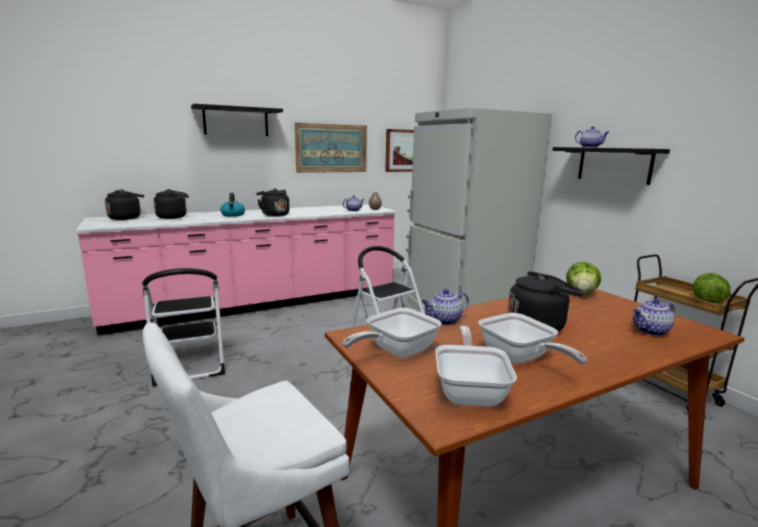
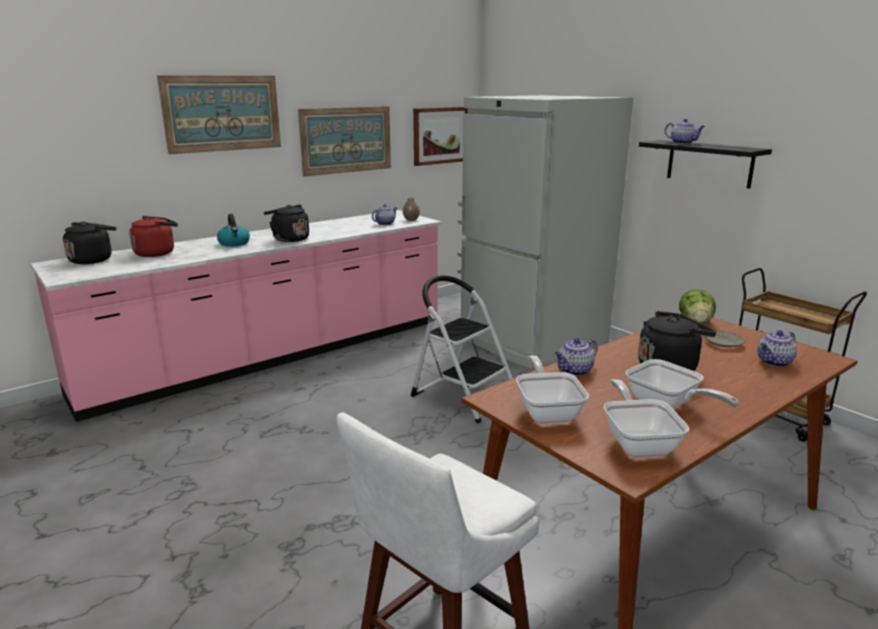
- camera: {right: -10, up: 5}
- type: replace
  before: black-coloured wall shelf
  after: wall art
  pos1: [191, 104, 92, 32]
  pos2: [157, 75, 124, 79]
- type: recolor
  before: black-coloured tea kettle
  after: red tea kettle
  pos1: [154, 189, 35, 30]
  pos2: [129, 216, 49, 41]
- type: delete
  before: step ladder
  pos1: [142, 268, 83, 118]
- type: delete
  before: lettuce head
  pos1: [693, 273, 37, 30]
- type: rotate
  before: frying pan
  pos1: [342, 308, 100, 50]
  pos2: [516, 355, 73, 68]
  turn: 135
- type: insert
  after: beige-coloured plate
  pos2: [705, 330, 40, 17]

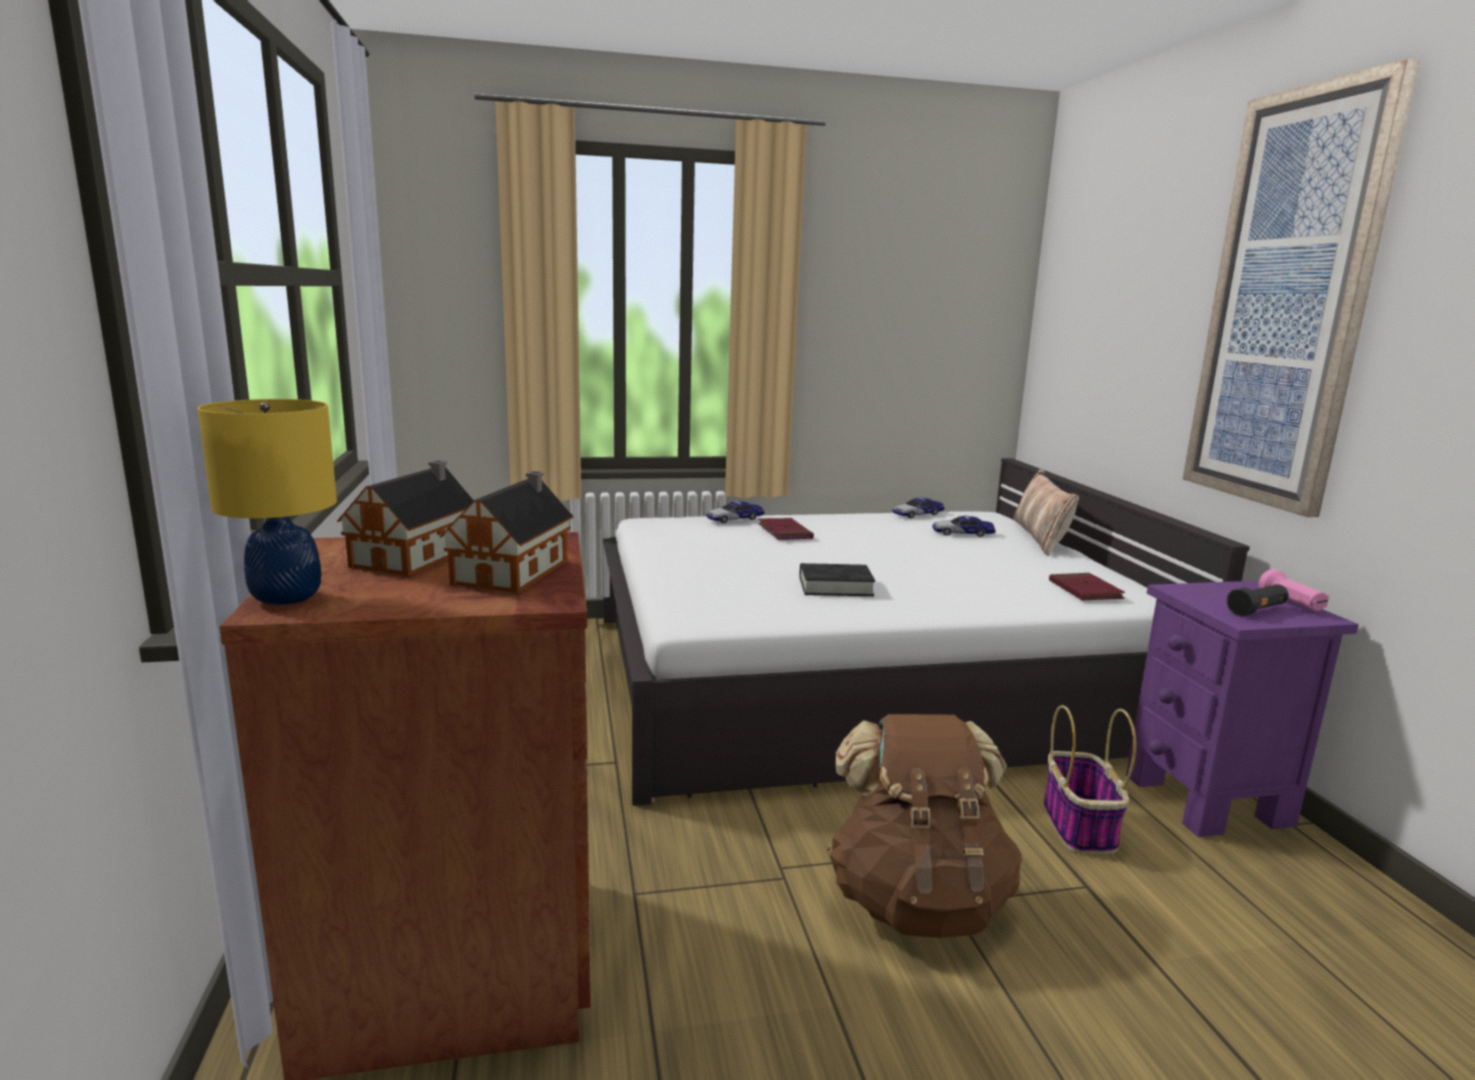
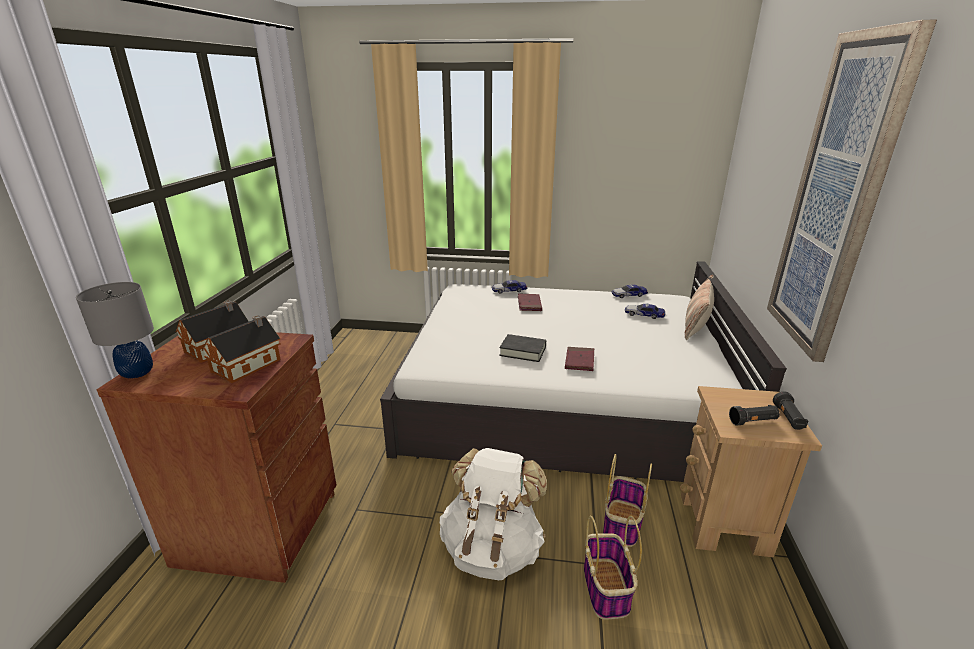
- camera: {right: 20, up: 10}
- type: recolor
  before: yellowish table lamp
  after: greyish table lamp
  pos1: [198, 399, 139, 206]
  pos2: [76, 282, 78, 97]
- type: recolor
  before: pink-coloured flashlight
  after: black-coloured flashlight
  pos1: [1258, 569, 71, 42]
  pos2: [773, 392, 35, 38]
- type: move
  before: red bound book
  pos1: [1049, 573, 76, 28]
  pos2: [565, 347, 29, 24]
- type: recolor
  before: purple-coloured nightstand
  after: beige-coloured nightstand
  pos1: [1126, 581, 233, 256]
  pos2: [680, 386, 142, 171]
- type: recolor
  before: brown knapsack
  after: whitish knapsack
  pos1: [827, 714, 195, 224]
  pos2: [440, 448, 107, 132]
- type: insert
  after: household basket
  pos2: [584, 516, 58, 104]

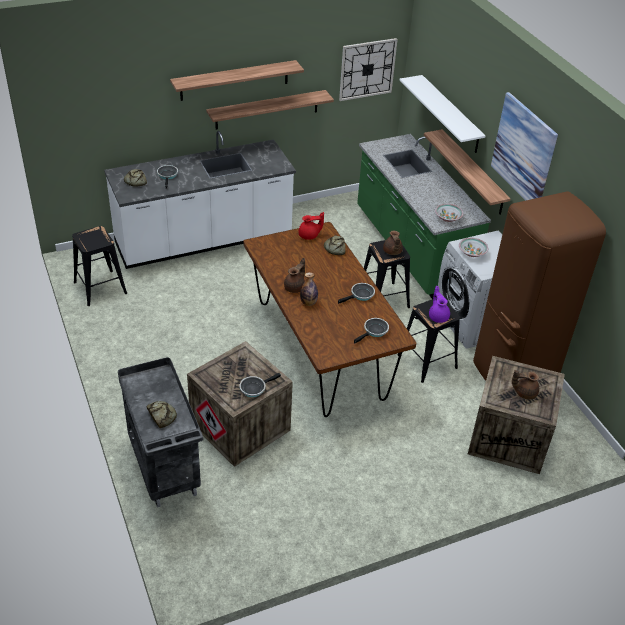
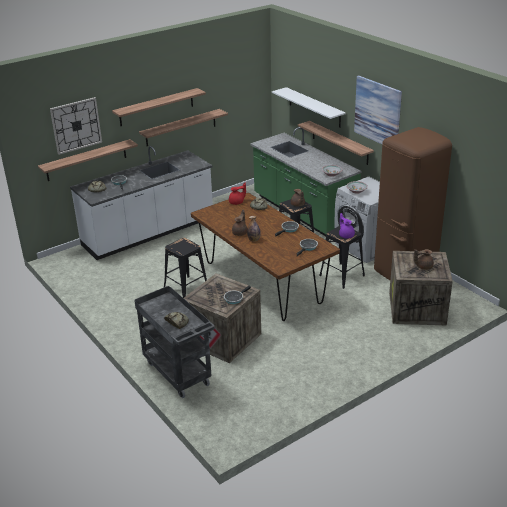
- camera: {right: -10, up: -10}
- type: move
  before: wall clock
  pos1: [339, 38, 59, 63]
  pos2: [50, 97, 52, 58]
- type: move
  before: black-coloured stool
  pos1: [72, 226, 55, 80]
  pos2: [164, 238, 43, 60]
- type: insert
  after: wall shelf
  pos2: [38, 139, 100, 42]

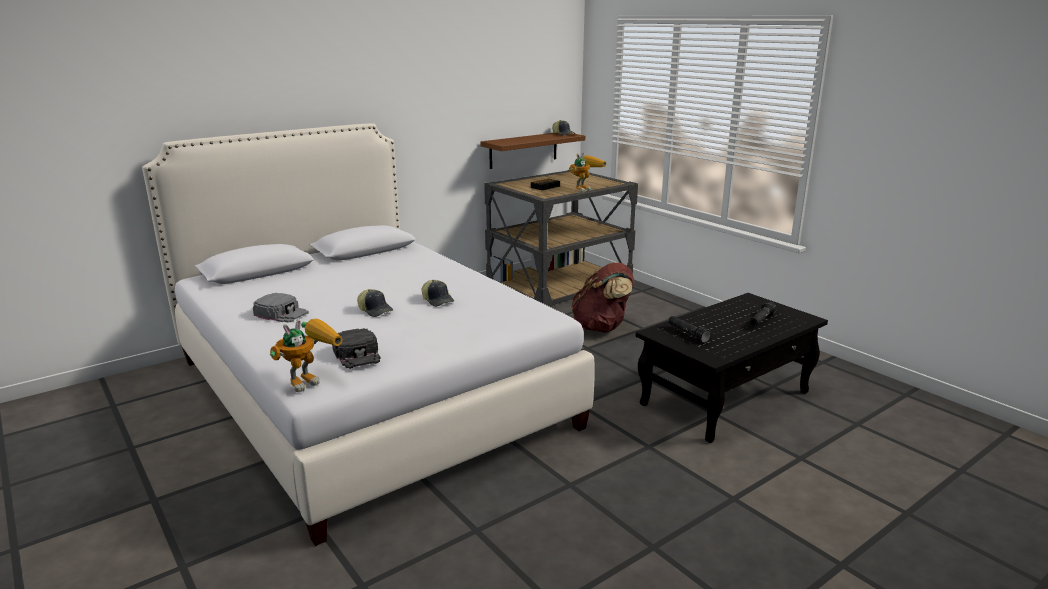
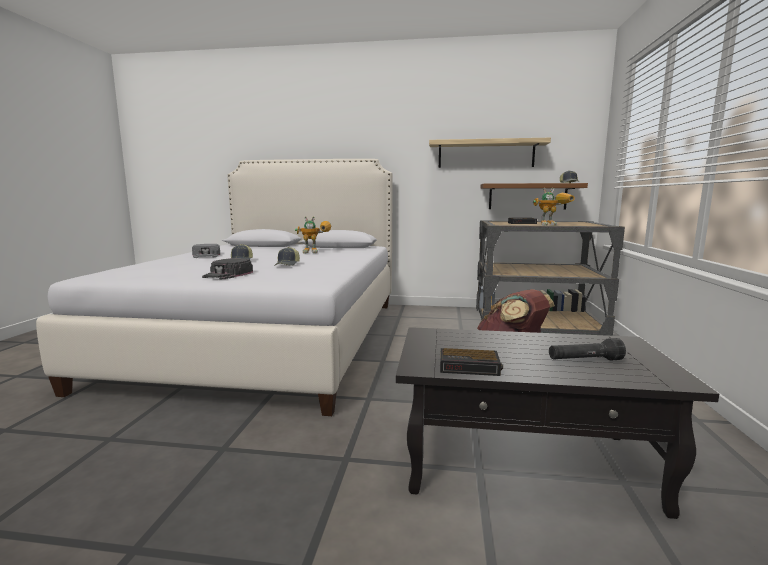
- camera: {right: 45, up: -10}
- type: delete
  before: black-coloured flashlight
  pos1: [668, 316, 43, 27]
- type: move
  before: toy robot
  pos1: [270, 318, 73, 74]
  pos2: [295, 216, 36, 37]
- type: move
  before: black-coloured cap
  pos1: [332, 328, 48, 41]
  pos2: [202, 258, 51, 21]
- type: insert
  after: wall shelf
  pos2: [429, 138, 122, 30]
- type: insert
  after: alarm clock
  pos2: [440, 348, 63, 28]

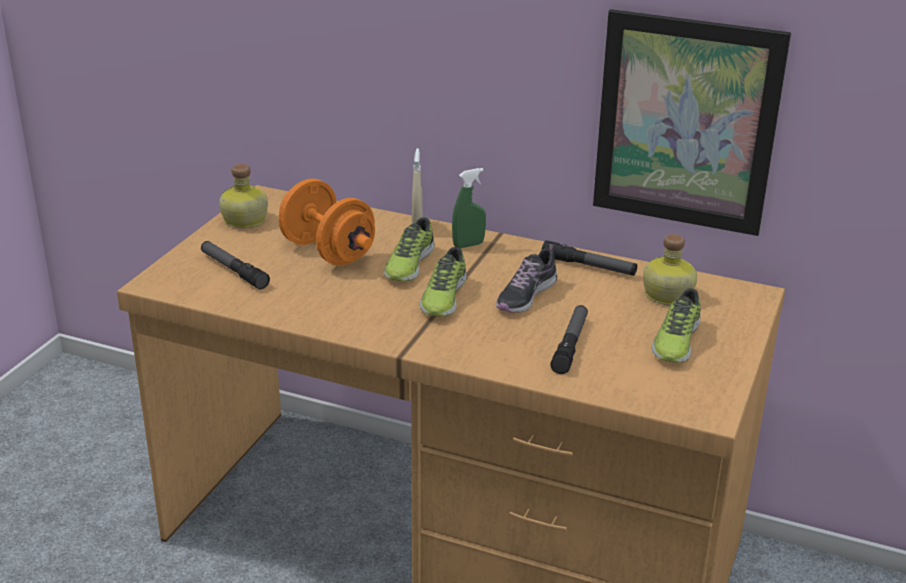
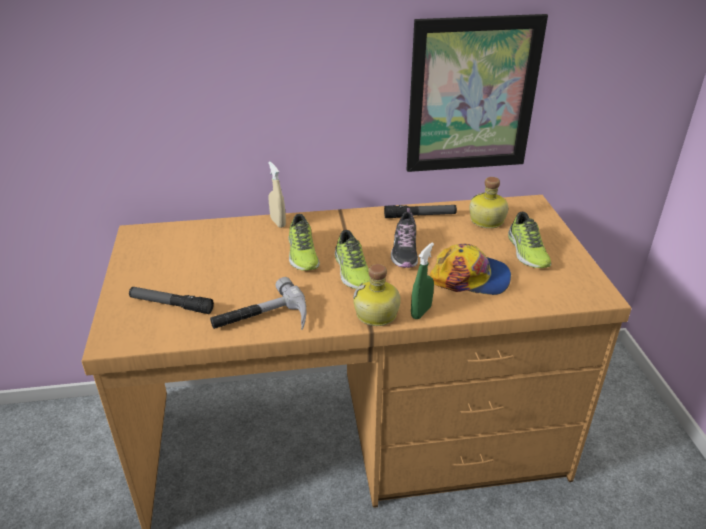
- camera: {right: -30, up: 5}
- type: move
  before: beverage bottle
  pos1: [219, 164, 49, 64]
  pos2: [353, 264, 48, 62]
- type: move
  before: green-coloured hand sprayer
  pos1: [452, 168, 34, 80]
  pos2: [411, 242, 23, 77]
- type: delete
  before: orange-coloured dumbbell
  pos1: [279, 179, 96, 87]
- type: replace
  before: flashlight
  after: cap
  pos1: [550, 305, 38, 69]
  pos2: [430, 244, 81, 51]
- type: insert
  after: hammer
  pos2: [210, 277, 96, 53]

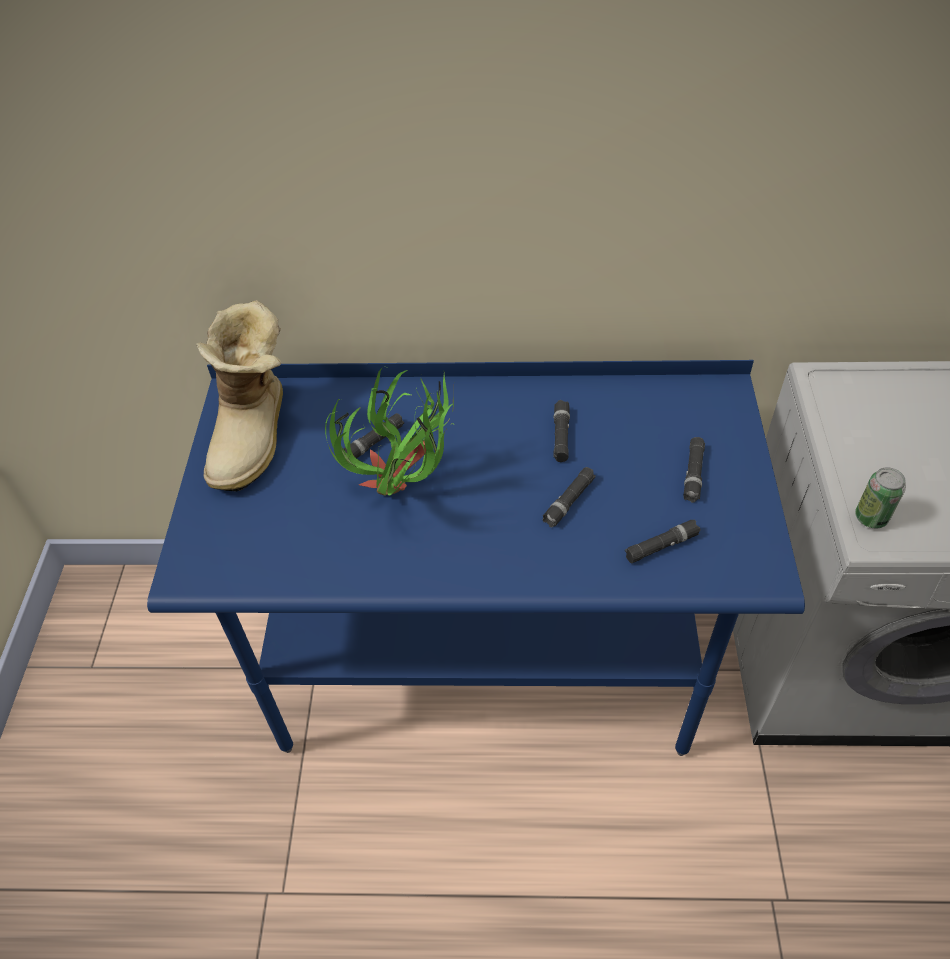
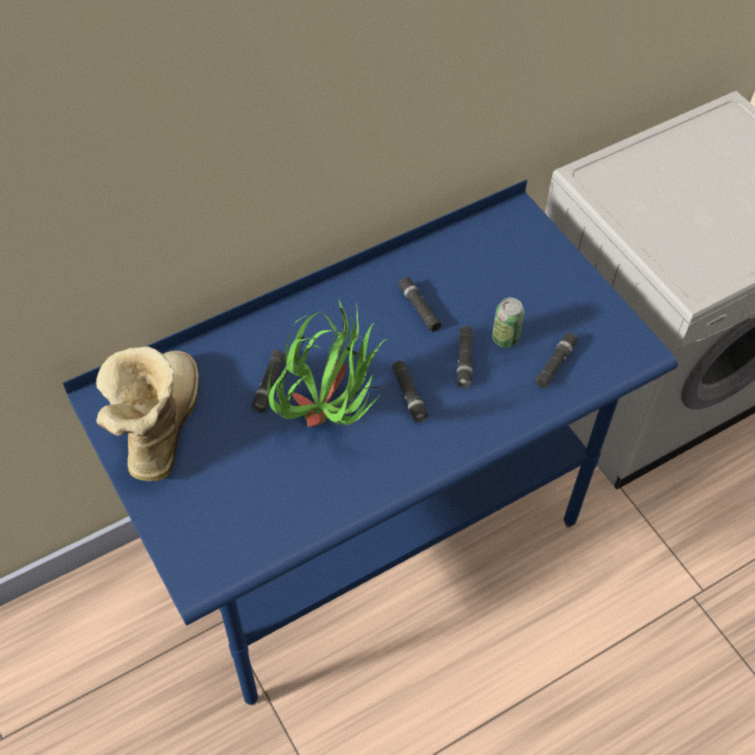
- camera: {right: -35, up: 5}
- type: rotate
  before: boot
  pos1: [196, 300, 87, 192]
  pos2: [96, 346, 103, 135]
  turn: -150
- type: move
  before: black-coloured flashlight
  pos1: [684, 437, 21, 66]
  pos2: [392, 360, 36, 63]
- type: move
  before: sealed can
  pos1: [855, 467, 51, 61]
  pos2: [492, 298, 32, 50]

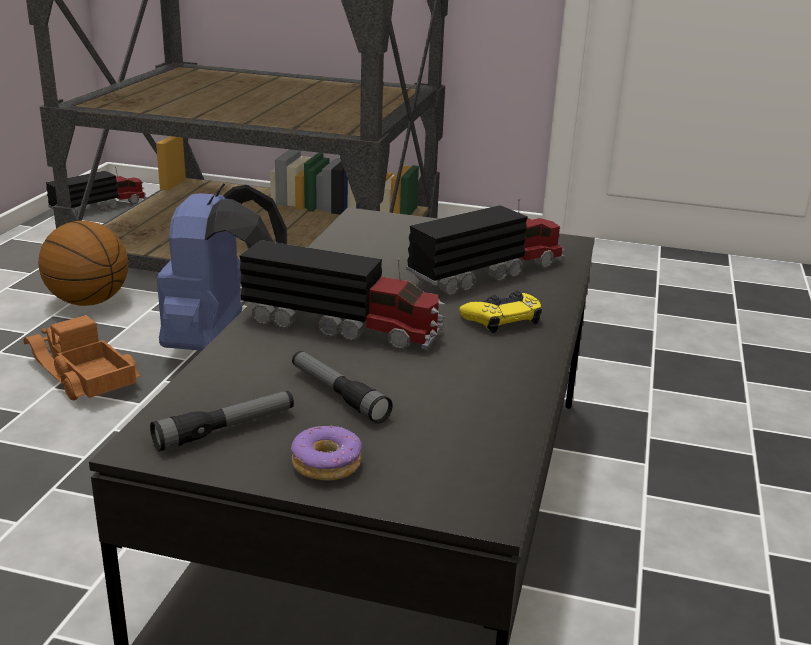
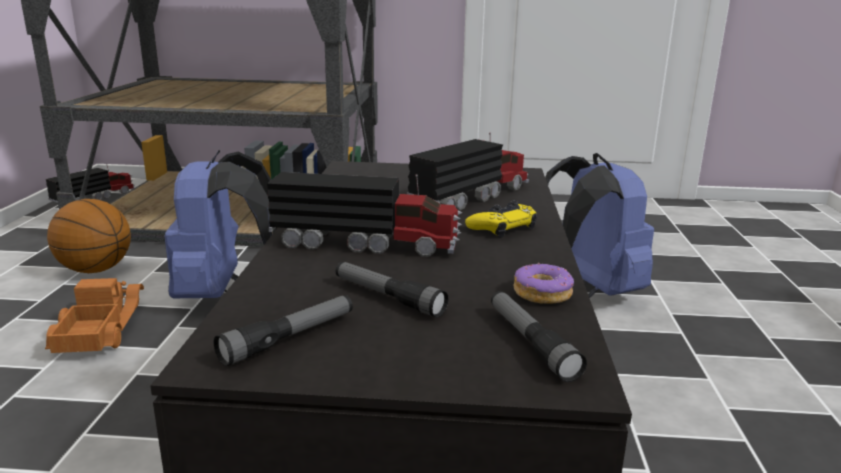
- camera: {right: -10, up: -5}
- type: rotate
  before: toy truck
  pos1: [23, 315, 118, 85]
  pos2: [45, 278, 99, 75]
  turn: 45
- type: move
  before: ring doughnut
  pos1: [291, 425, 71, 55]
  pos2: [513, 263, 61, 41]
- type: insert
  after: bluish knapsack
  pos2: [545, 153, 109, 145]
- type: insert
  after: flashlight
  pos2: [491, 291, 96, 91]

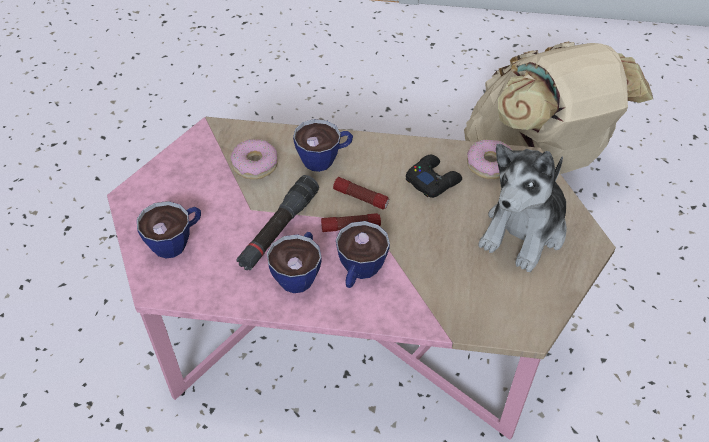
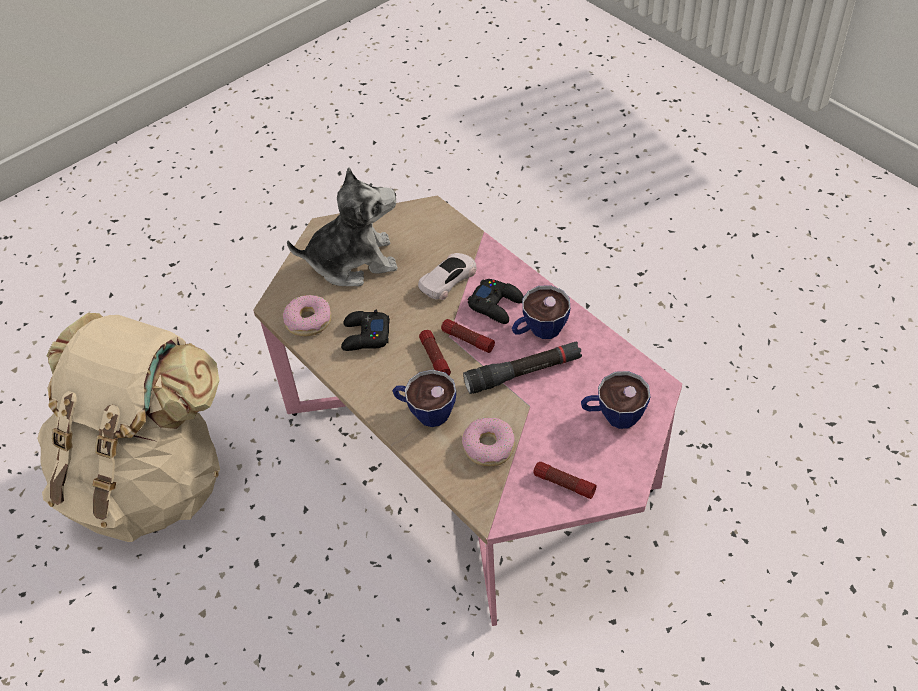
- camera: {right: -135, up: 0}
- type: replace
  before: small cup
  after: black-coloured game controller
  pos1: [336, 221, 54, 67]
  pos2: [468, 279, 56, 45]
- type: insert
  after: whitish model car
  pos2: [418, 253, 58, 47]
- type: insert
  after: flashlight
  pos2: [533, 462, 64, 37]

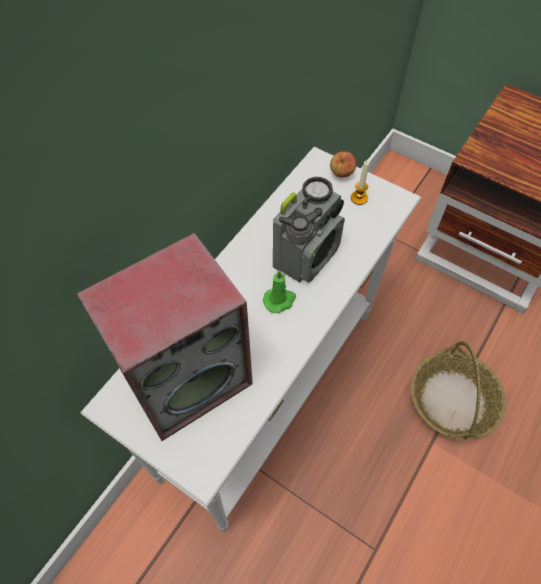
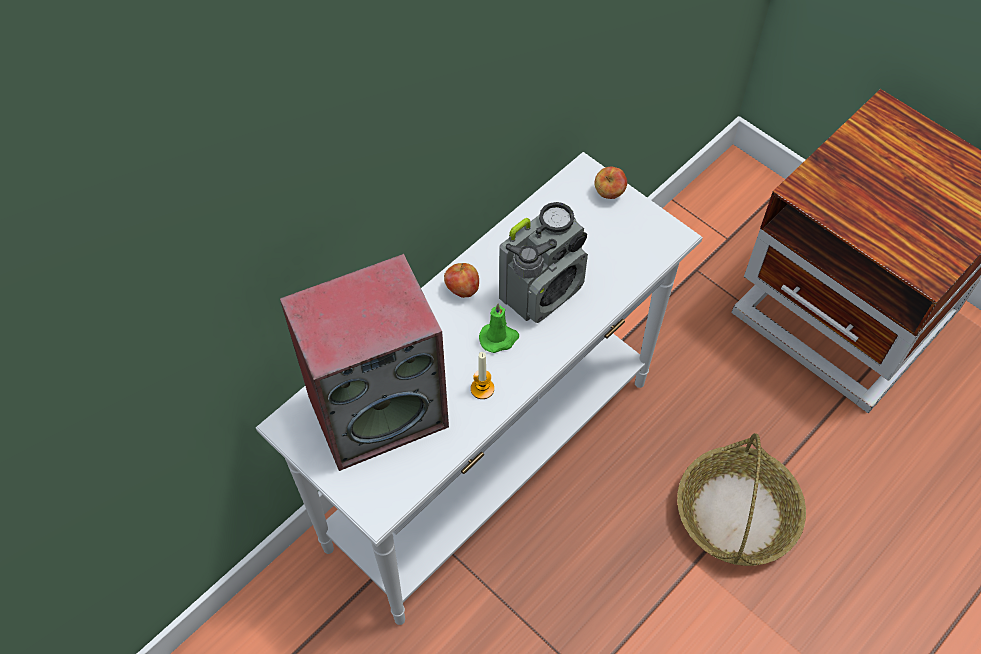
- camera: {right: 10, up: 0}
- type: move
  before: wax candle
  pos1: [351, 161, 18, 44]
  pos2: [471, 352, 23, 47]
- type: insert
  after: apple
  pos2: [444, 263, 35, 35]

